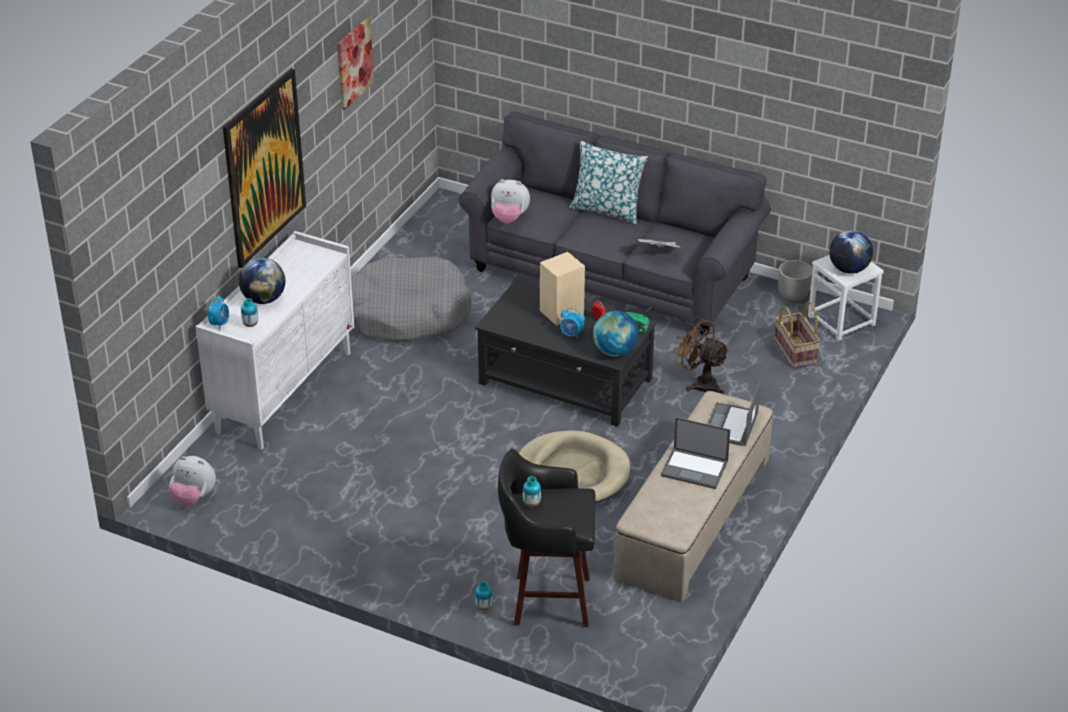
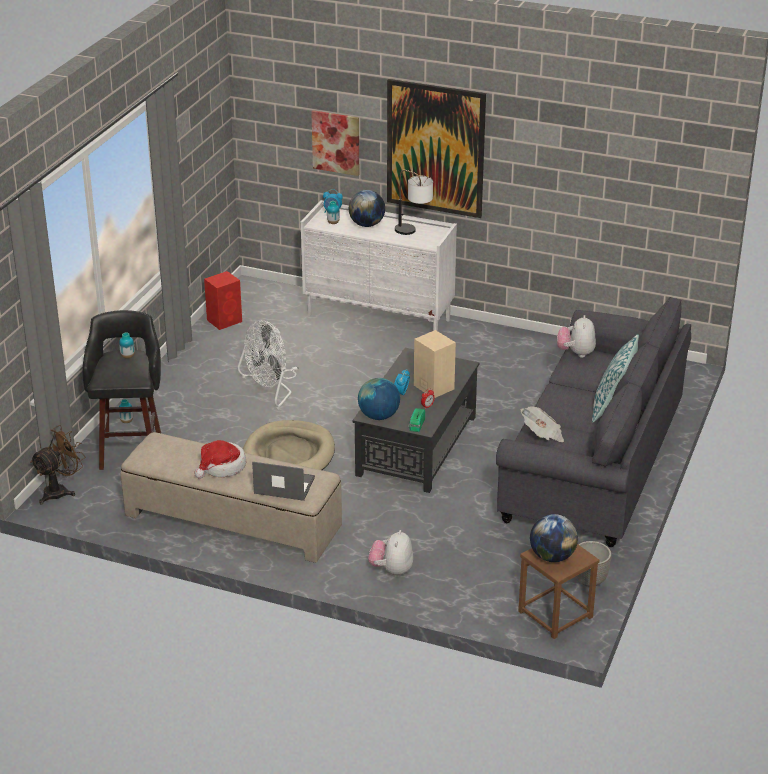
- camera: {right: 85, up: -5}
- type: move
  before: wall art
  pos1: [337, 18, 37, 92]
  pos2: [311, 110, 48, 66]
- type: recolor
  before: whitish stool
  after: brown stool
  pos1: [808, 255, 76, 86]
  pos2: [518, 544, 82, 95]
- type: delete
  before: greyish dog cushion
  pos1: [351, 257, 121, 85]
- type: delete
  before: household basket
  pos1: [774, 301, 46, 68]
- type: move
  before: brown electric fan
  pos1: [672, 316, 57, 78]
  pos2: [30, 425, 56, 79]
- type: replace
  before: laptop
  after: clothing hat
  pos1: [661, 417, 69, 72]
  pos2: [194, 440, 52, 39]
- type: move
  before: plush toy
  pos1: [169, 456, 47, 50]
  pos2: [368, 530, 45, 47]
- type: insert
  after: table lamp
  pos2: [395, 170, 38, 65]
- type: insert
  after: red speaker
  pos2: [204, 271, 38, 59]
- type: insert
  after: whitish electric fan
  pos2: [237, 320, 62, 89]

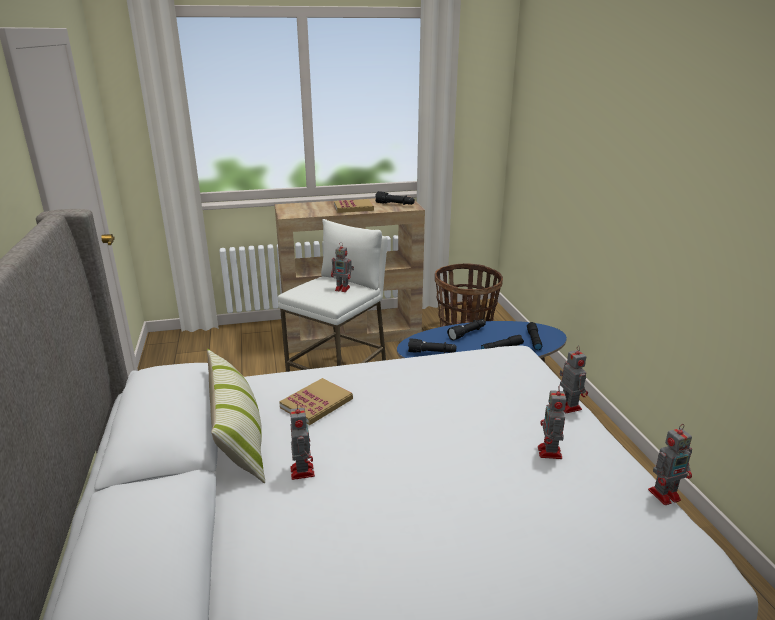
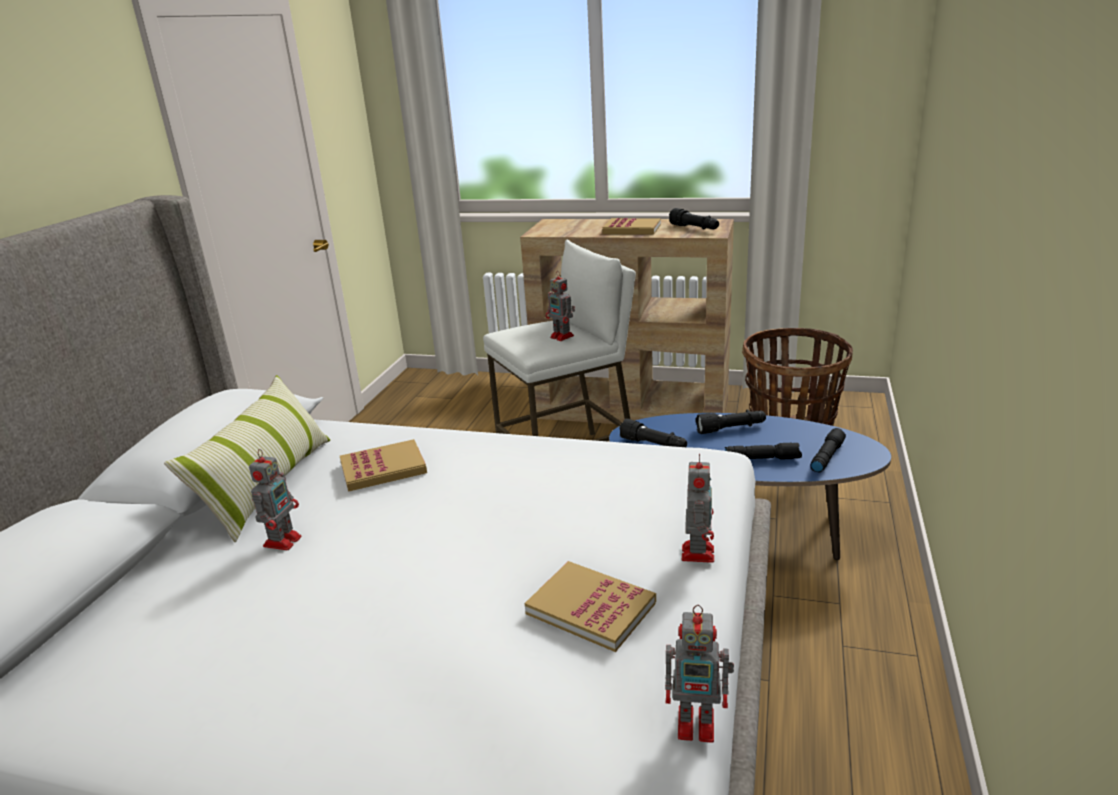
- camera: {right: 30, up: 0}
- type: replace
  before: toy robot
  after: bound book
  pos1: [538, 385, 28, 74]
  pos2: [525, 561, 131, 91]

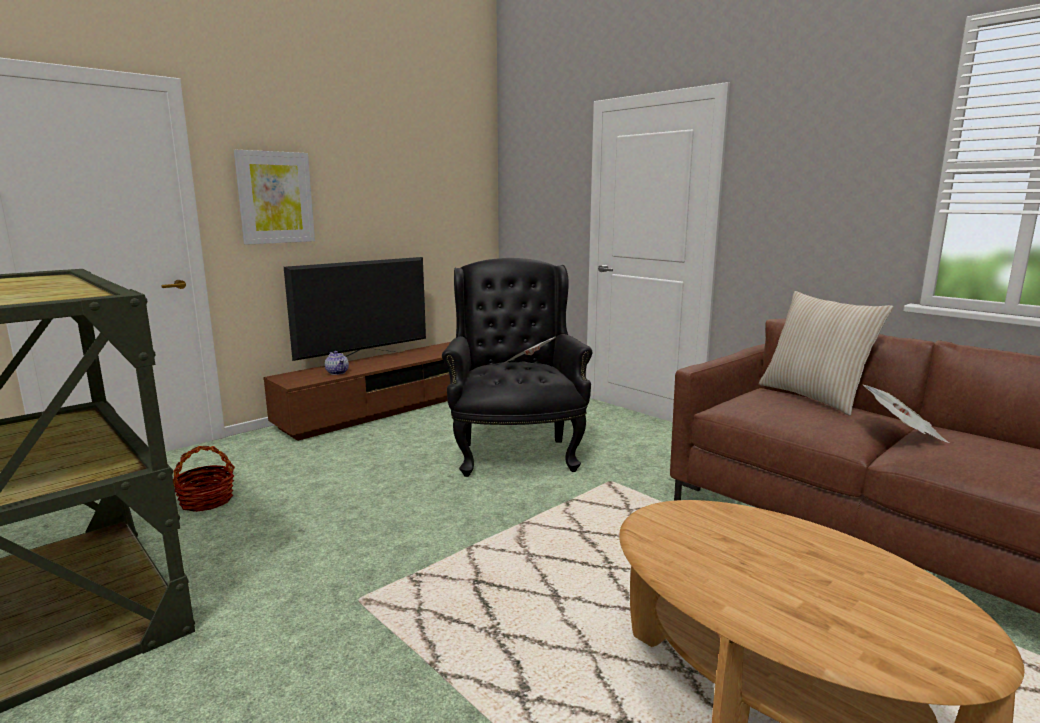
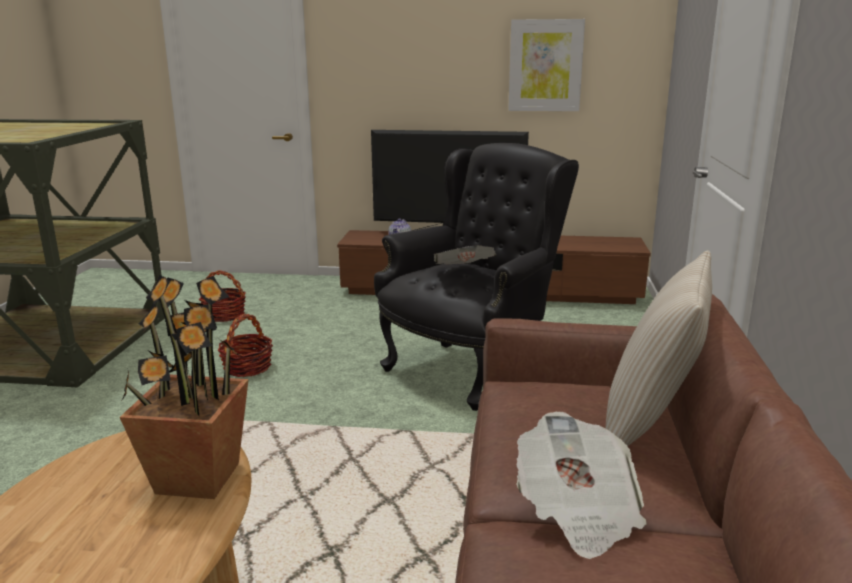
- camera: {right: 50, up: 5}
- type: move
  before: wall art
  pos1: [234, 149, 81, 96]
  pos2: [508, 19, 77, 92]
- type: insert
  after: potted plant
  pos2: [120, 275, 129, 224]
- type: insert
  after: household basket
  pos2: [217, 314, 56, 63]

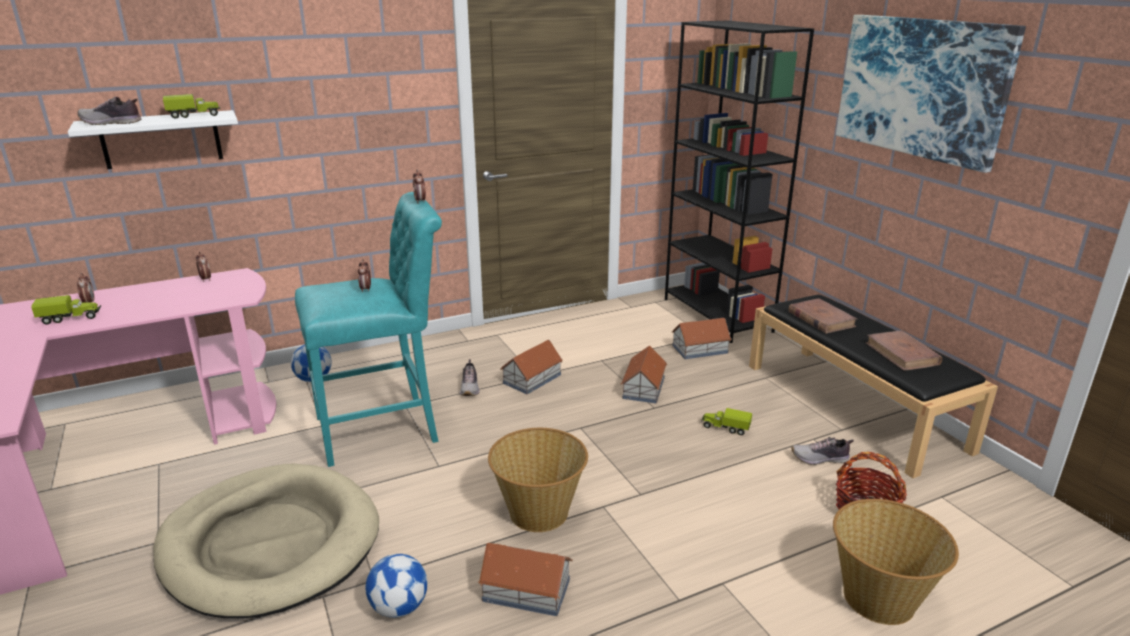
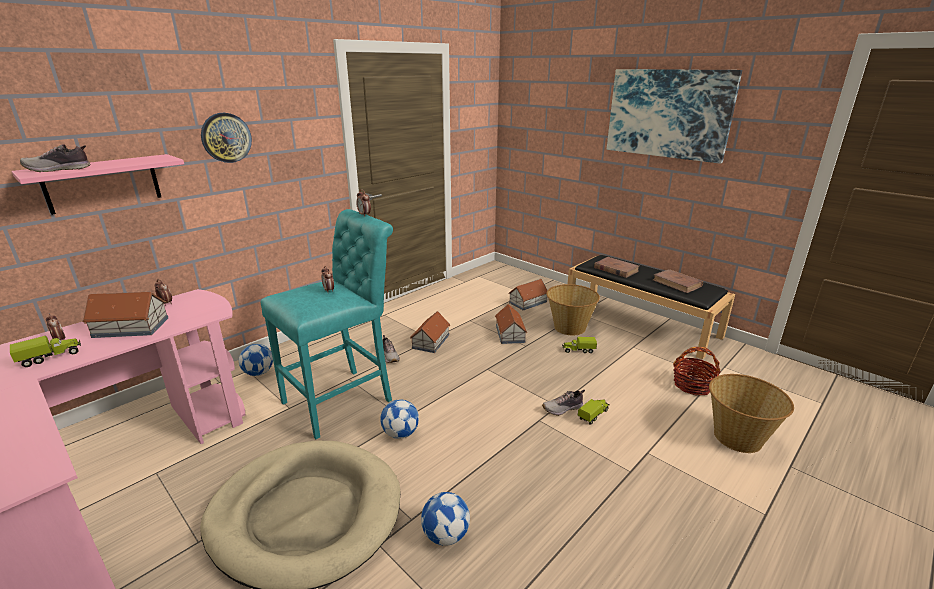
- camera: {right: -20, up: 0}
- type: delete
  before: black-coloured bookshelf
  pos1: [665, 21, 149, 322]
- type: move
  before: toy truck
  pos1: [163, 94, 57, 25]
  pos2: [578, 399, 31, 26]
- type: recolor
  before: whitish wall shelf
  after: pink-coloured wall shelf
  pos1: [68, 110, 170, 59]
  pos2: [11, 154, 173, 61]
- type: move
  before: household basket
  pos1: [488, 428, 100, 104]
  pos2: [546, 284, 54, 51]
- type: move
  before: low shoe
  pos1: [791, 437, 63, 28]
  pos2: [542, 390, 43, 26]
- type: move
  before: toy house
  pos1: [478, 543, 95, 73]
  pos2: [82, 292, 86, 46]
- type: insert
  after: wall clock
  pos2: [201, 113, 51, 50]
- type: insert
  after: football ball
  pos2: [380, 399, 39, 40]

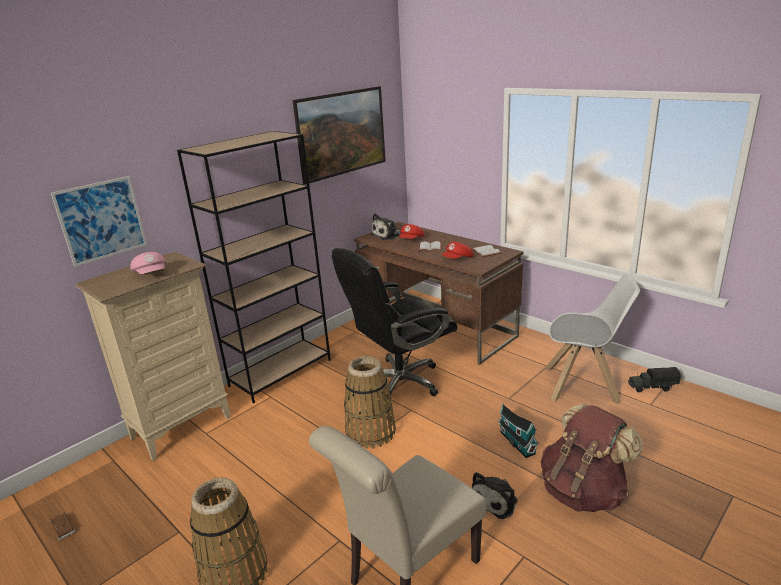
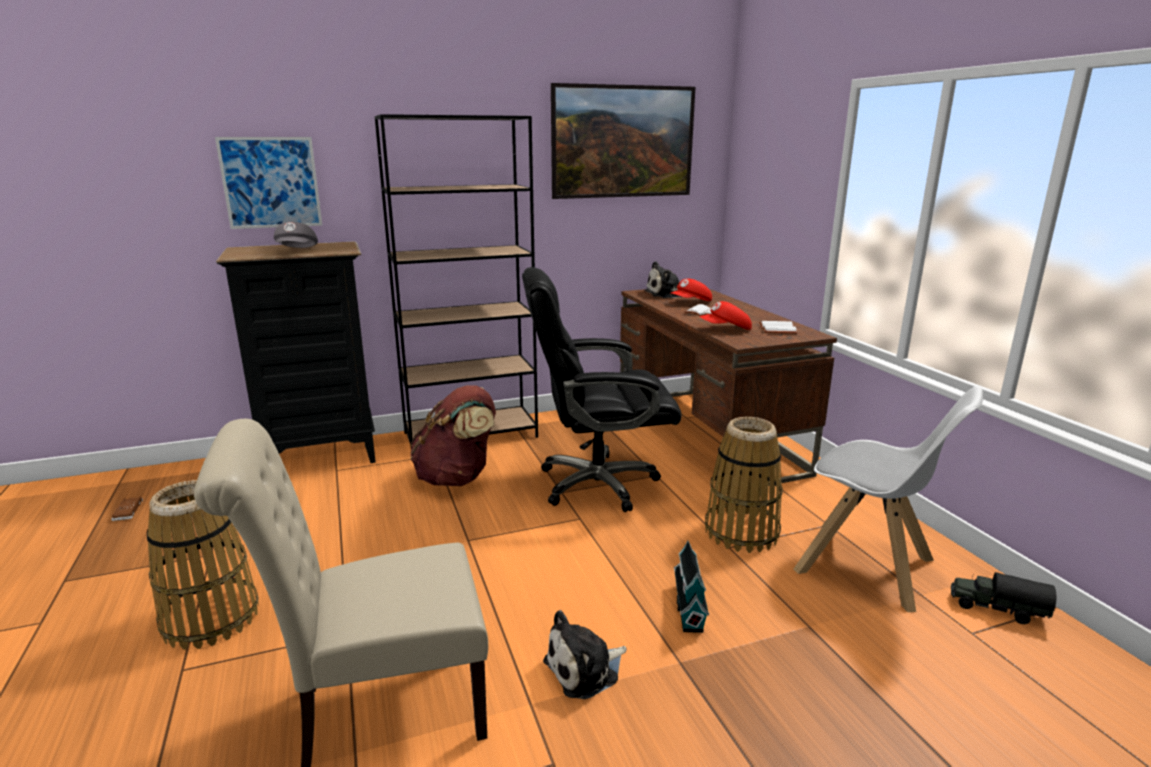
- camera: {right: 25, up: -5}
- type: recolor
  before: beige-coloured drawer chest
  after: black-coloured drawer chest
  pos1: [75, 252, 156, 209]
  pos2: [216, 241, 160, 222]
- type: recolor
  before: pink-coloured cap
  after: greyish cap
  pos1: [130, 252, 36, 22]
  pos2: [274, 222, 44, 26]
- type: move
  before: household basket
  pos1: [344, 356, 52, 93]
  pos2: [705, 417, 78, 136]
- type: move
  before: brown knapsack
  pos1: [541, 403, 102, 109]
  pos2: [410, 385, 86, 101]

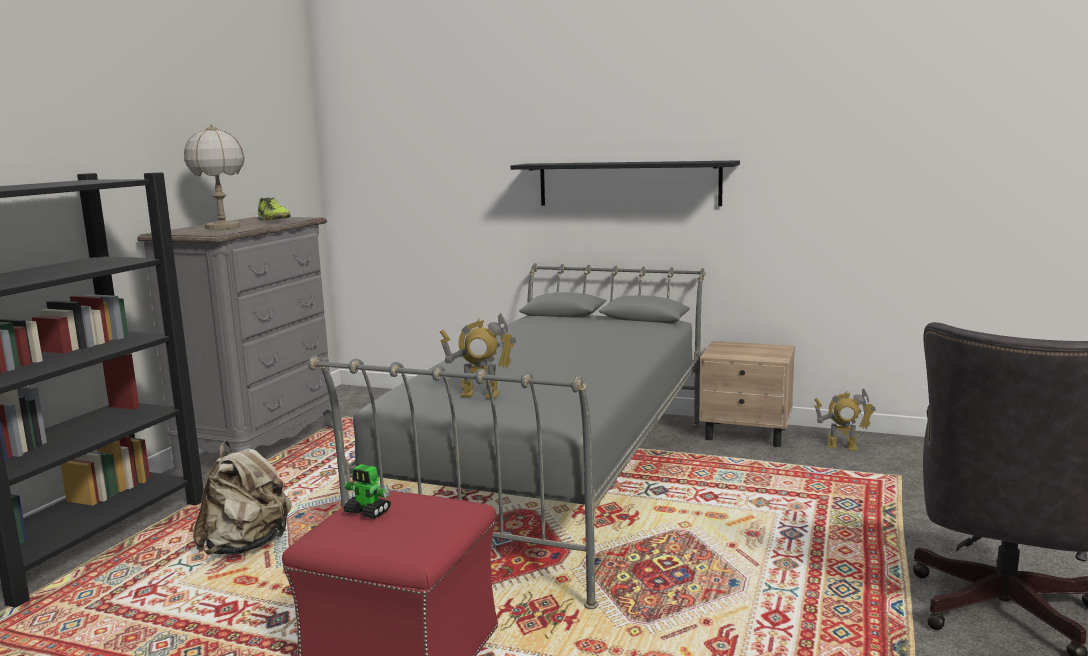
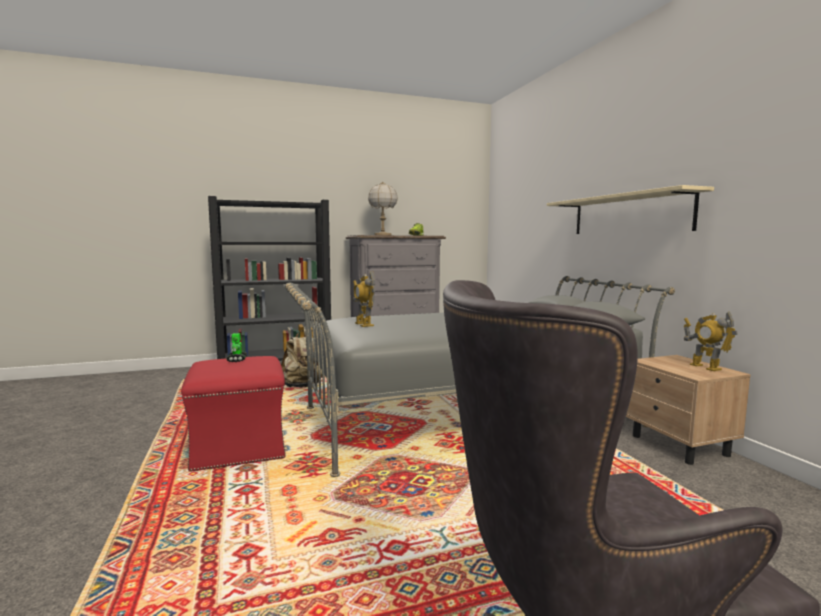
- camera: {right: 50, up: -5}
- type: recolor
  before: black-coloured wall shelf
  after: beige-coloured wall shelf
  pos1: [511, 160, 229, 46]
  pos2: [547, 185, 167, 49]
- type: move
  before: toy robot
  pos1: [814, 388, 62, 63]
  pos2: [683, 311, 55, 60]

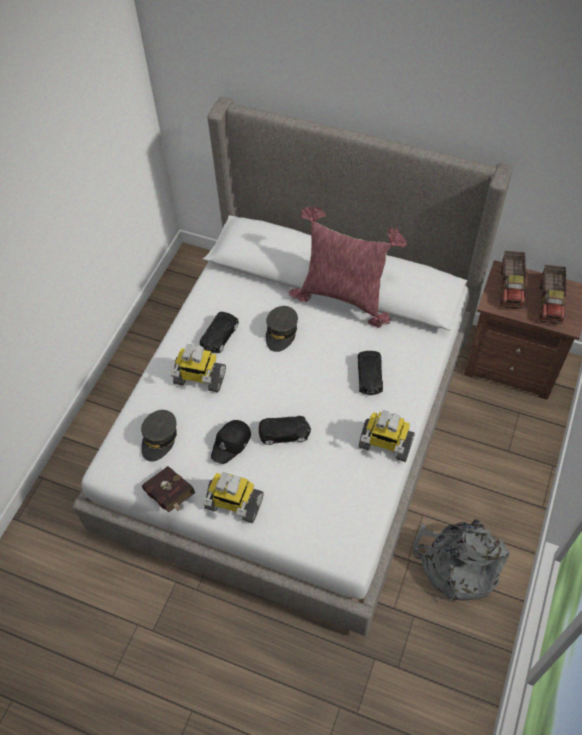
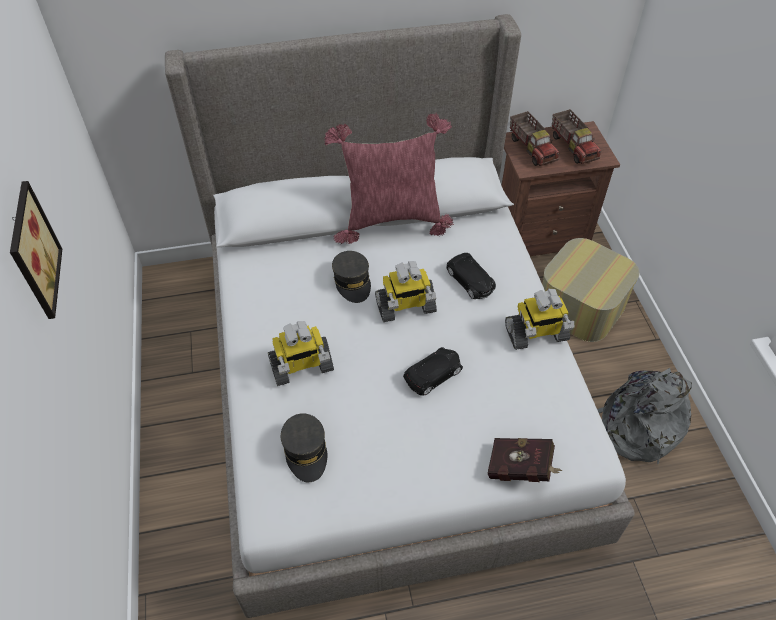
- camera: {right: -35, up: -5}
- type: delete
  before: black-coloured model car
  pos1: [200, 312, 39, 41]
- type: delete
  before: black-coloured cap
  pos1: [211, 420, 40, 44]
- type: move
  before: red bound book
  pos1: [142, 466, 53, 47]
  pos2: [487, 438, 76, 44]
- type: move
  before: toy robot
  pos1: [202, 472, 62, 51]
  pos2: [375, 261, 62, 61]
- type: insert
  after: wall art
  pos2: [10, 181, 52, 138]
- type: insert
  after: pouffe
  pos2: [542, 238, 98, 104]

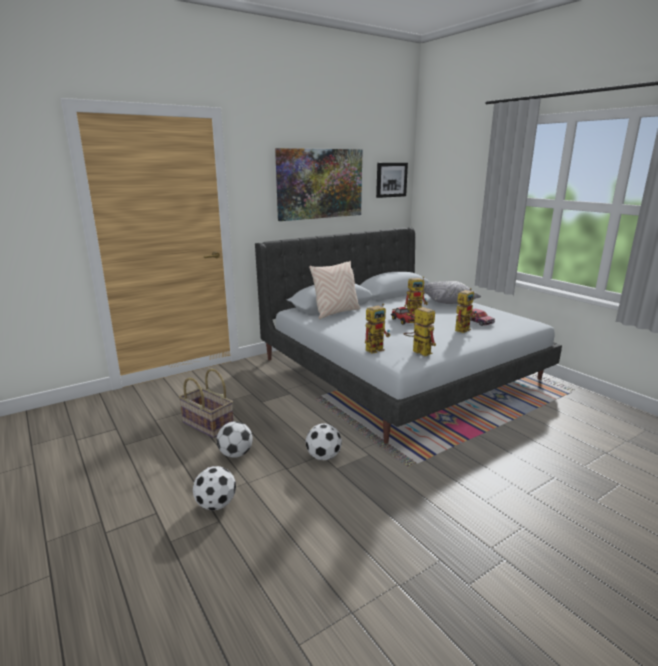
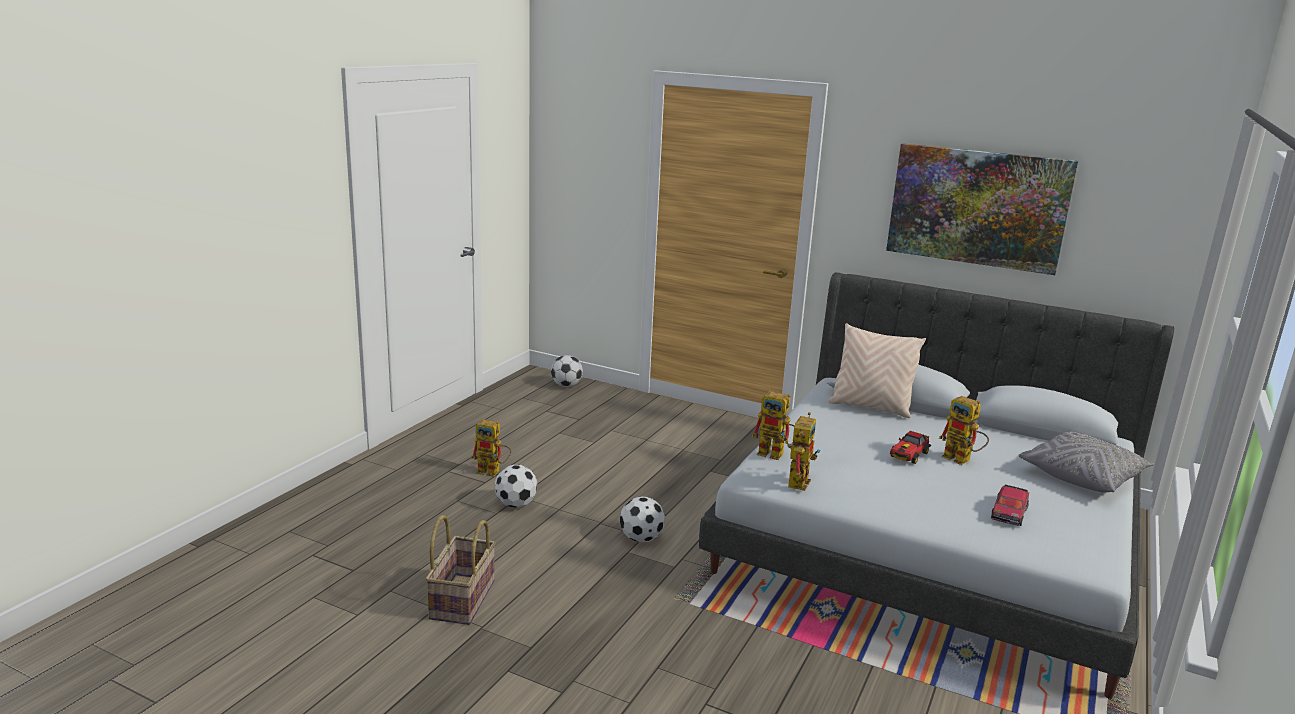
- camera: {right: 60, up: 0}
- type: delete
  before: wall art
  pos1: [376, 163, 32, 35]
- type: move
  before: toy robot
  pos1: [455, 288, 22, 45]
  pos2: [471, 419, 40, 58]
- type: move
  before: household basket
  pos1: [179, 369, 55, 69]
  pos2: [425, 515, 70, 110]
- type: move
  before: football ball
  pos1: [217, 421, 36, 37]
  pos2: [551, 355, 32, 32]

